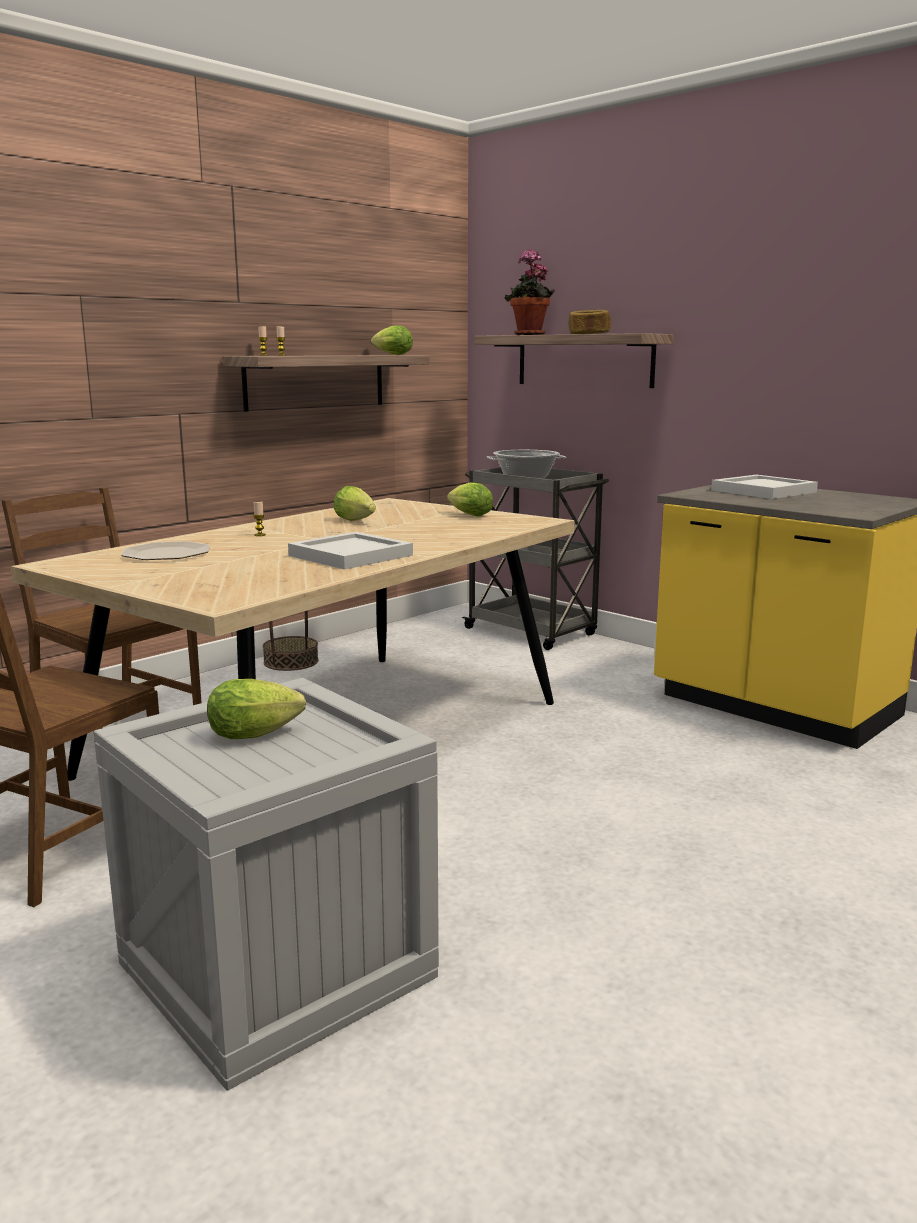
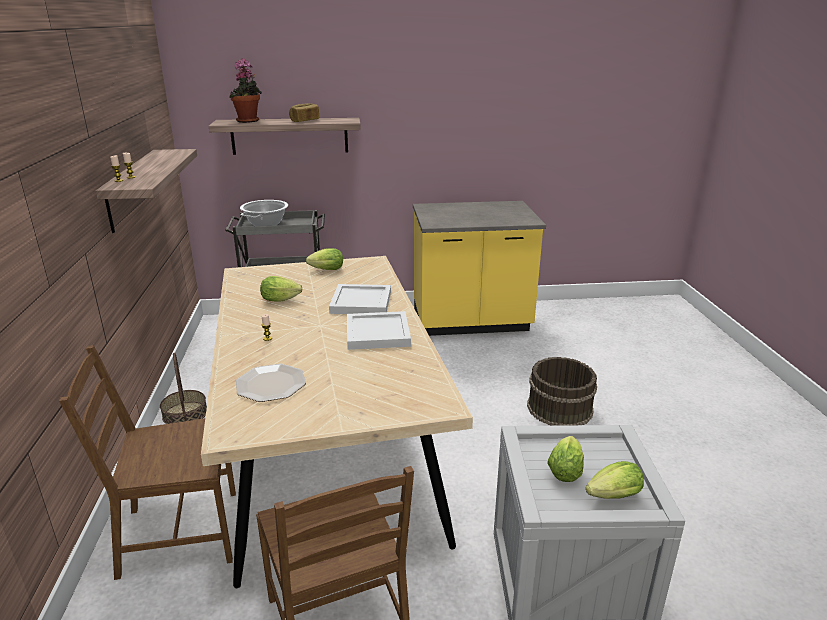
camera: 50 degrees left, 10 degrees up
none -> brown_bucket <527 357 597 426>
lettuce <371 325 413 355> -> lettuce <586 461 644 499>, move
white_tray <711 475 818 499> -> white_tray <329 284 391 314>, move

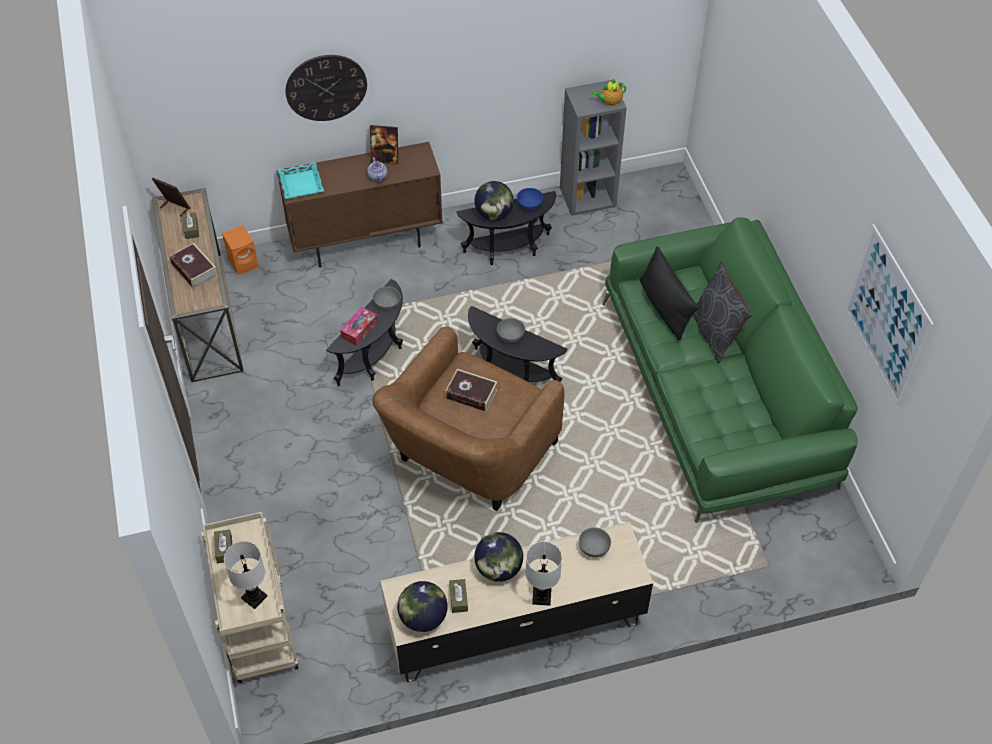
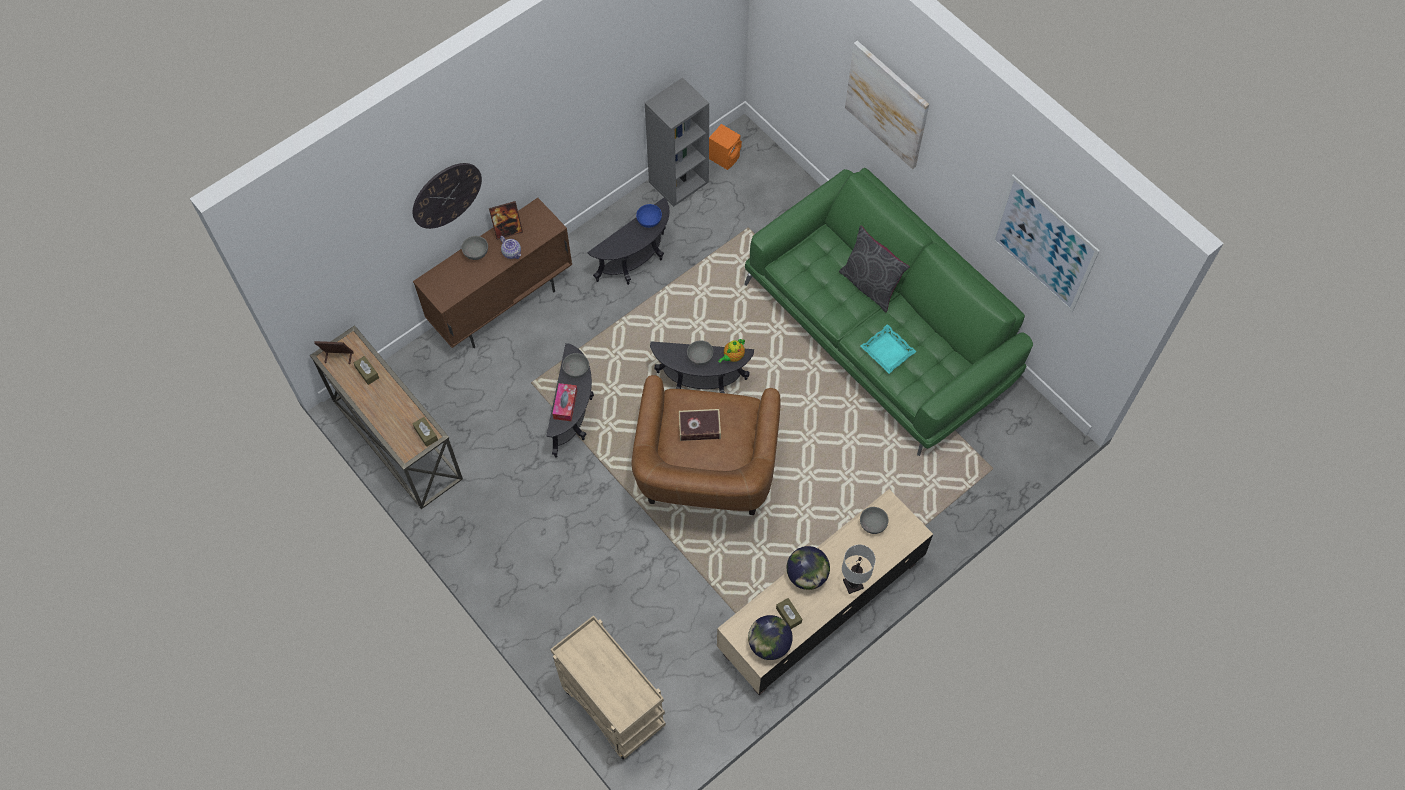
camera: 25 degrees left, 10 degrees up
book <170 243 218 289> -> none
white_table_lamp <224 541 267 609> -> none
globe <474 181 514 221> -> none
black_pillow <639 246 699 340> -> none
none -> grey_bowl <462 236 488 260>
none -> picture <845 41 929 169>
brown_tissue_box <214 530 232 563> -> brown_tissue_box <413 417 438 447>, move
orange_speaker <222 225 259 275> -> orange_speaker <709 124 742 170>, move
turquoise_tray <278 162 324 199> -> turquoise_tray <860 324 917 374>, move
teapot <592 79 626 106> -> teapot <718 339 745 363>, move

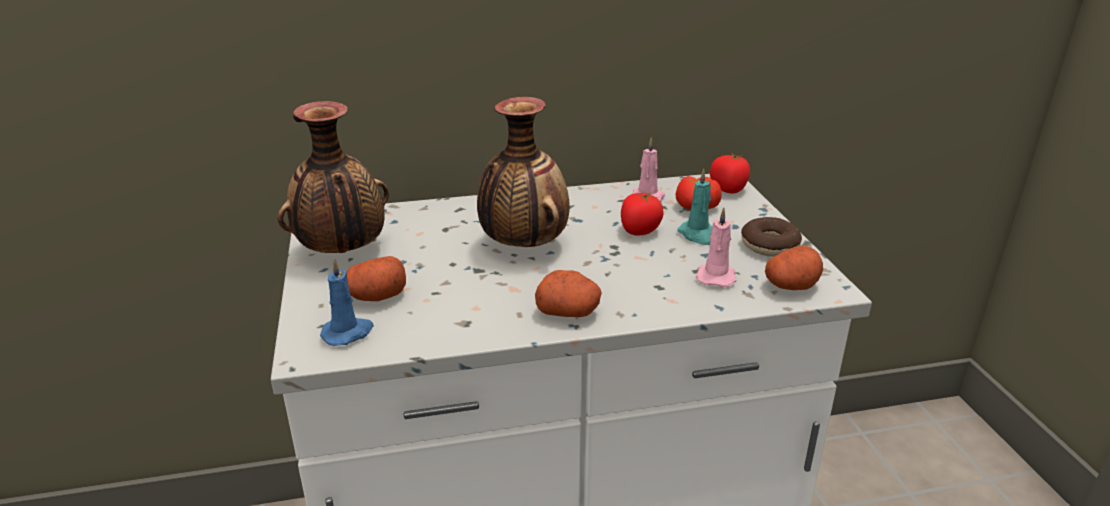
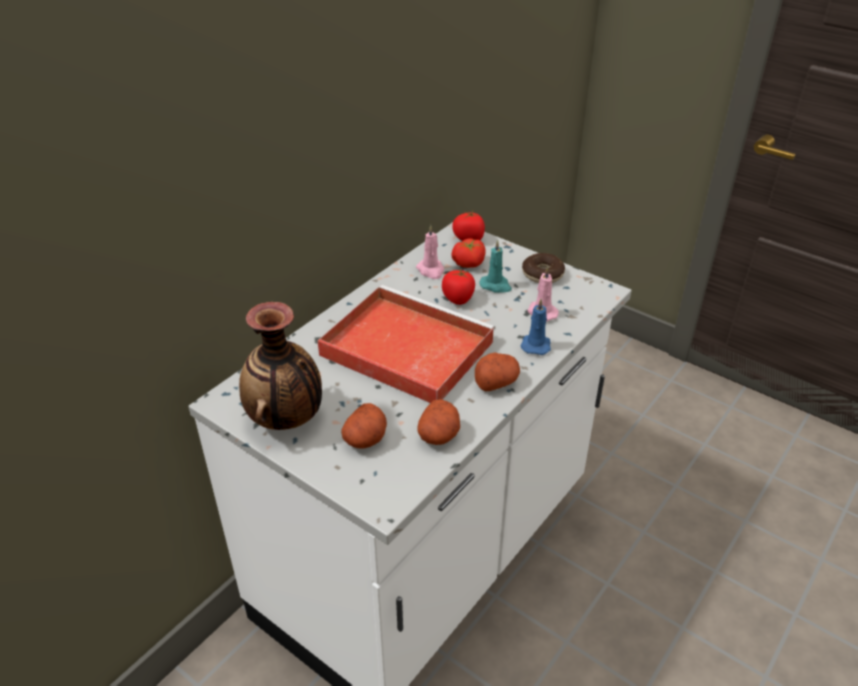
camera: 40 degrees left, 10 degrees up
blue_candle <320 258 374 346> -> blue_candle <521 299 551 355>, move
potato <765 245 823 290> -> potato <417 399 460 445>, move
vase <477 97 570 247> -> red_tray <318 285 496 403>

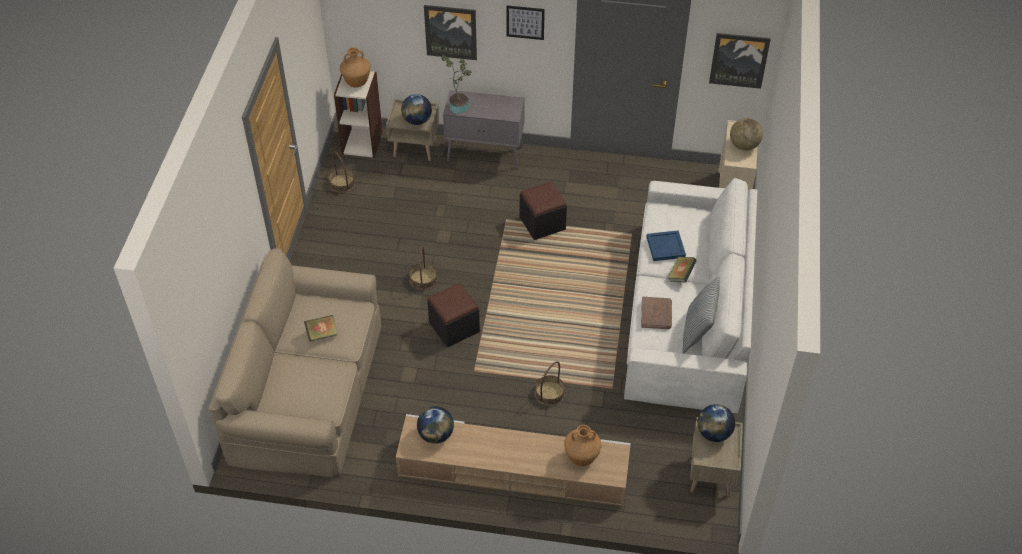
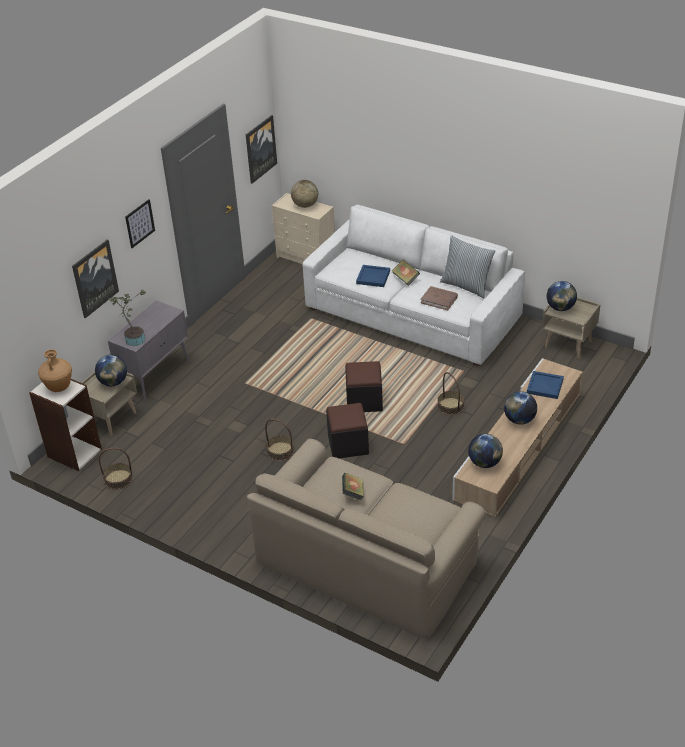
camera: 65 degrees left, 10 degrees down
none -> globe <504 391 537 424>
black_ottoman <520 182 567 240> -> black_ottoman <345 361 383 412>, move
brown_vase <564 425 602 466> -> blue_tray <527 371 564 399>

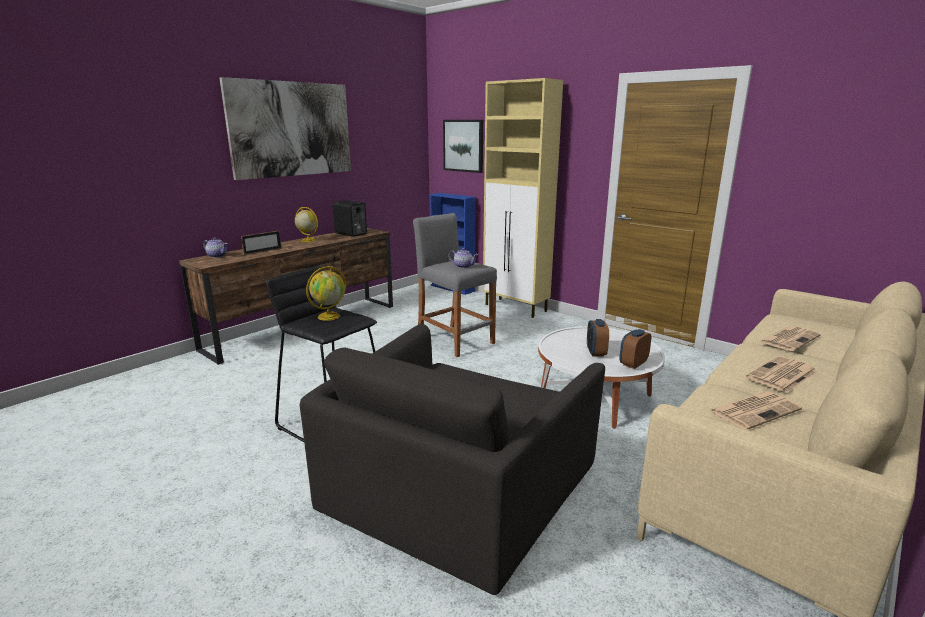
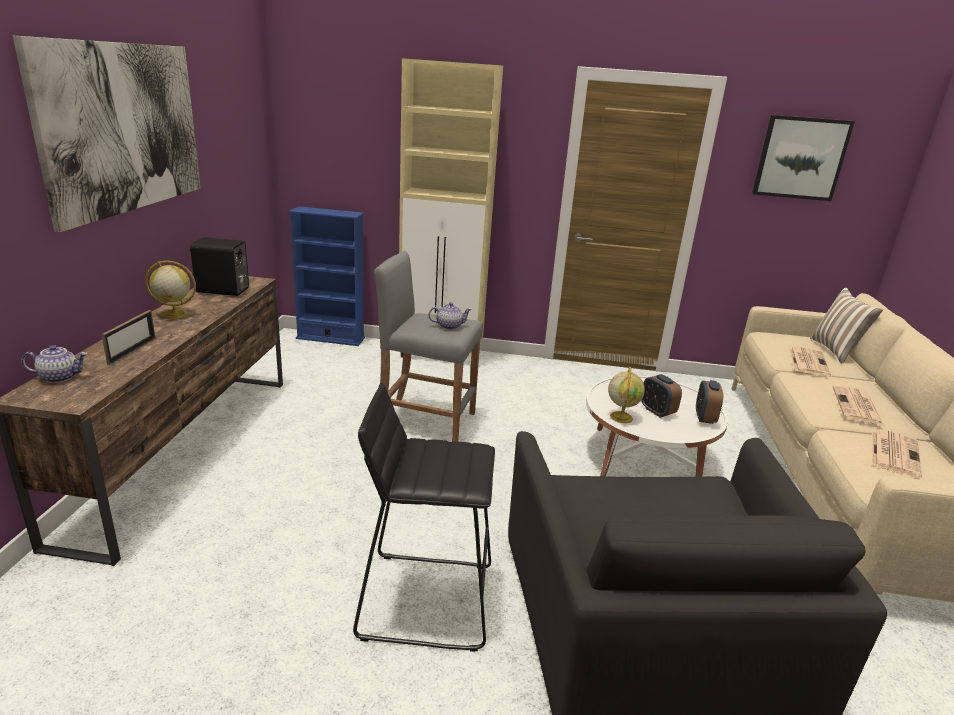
camera: 35 degrees left, 5 degrees up
none -> pillow <810 288 883 364>
globe <306 266 346 321> -> globe <608 367 645 423>, move
picture <443 120 483 173> -> picture <752 115 855 201>, move

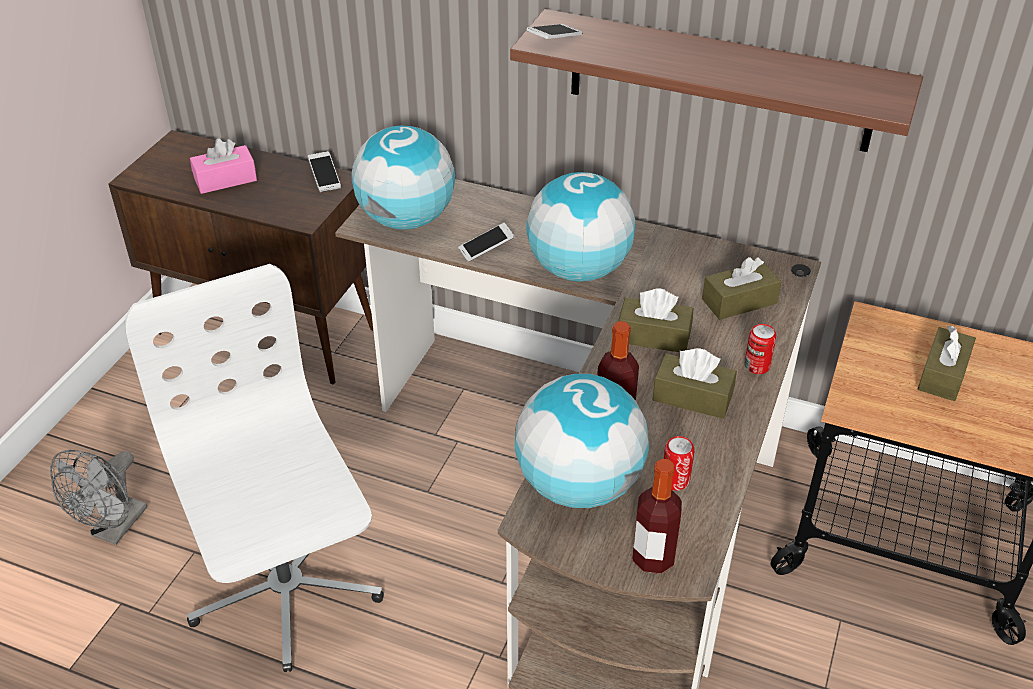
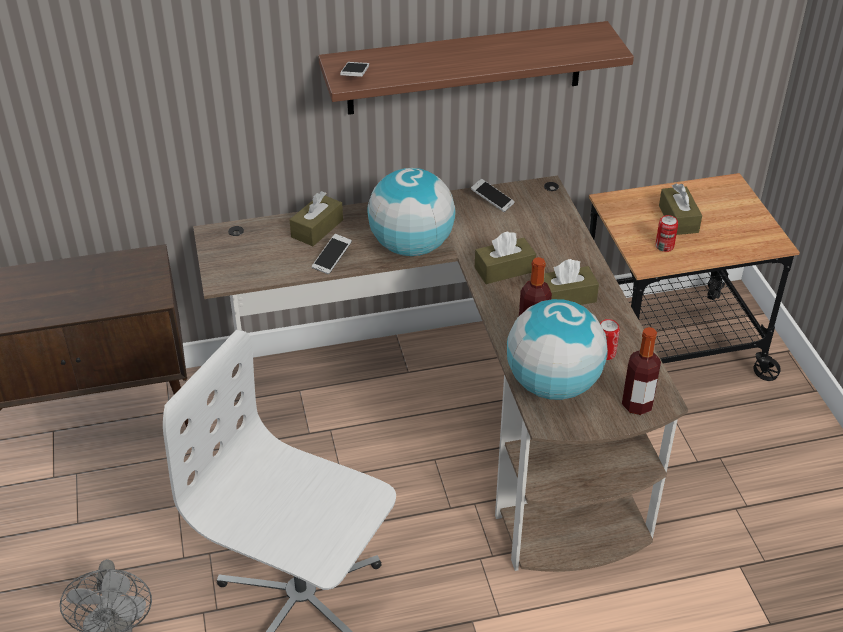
camera: 35 degrees left, 0 degrees up
pink_tissue_box <190 139 257 194> -> none
globe <352 126 455 230> -> none
phone <308 151 341 192> -> phone <471 179 515 212>, move
brown_tissue_box <702 257 782 320> -> brown_tissue_box <289 191 343 246>, move
can <745 324 776 374> -> can <656 215 678 252>, move

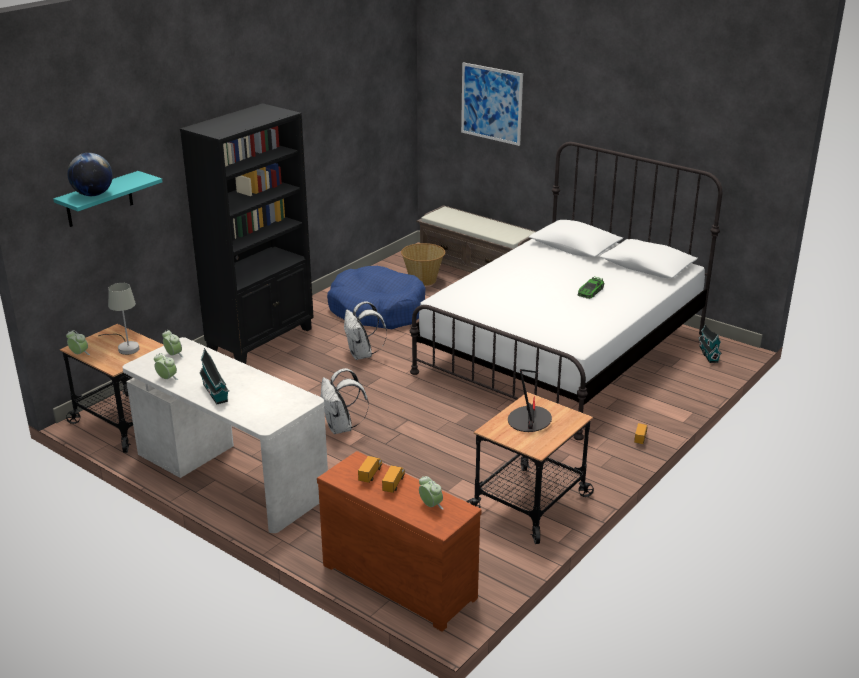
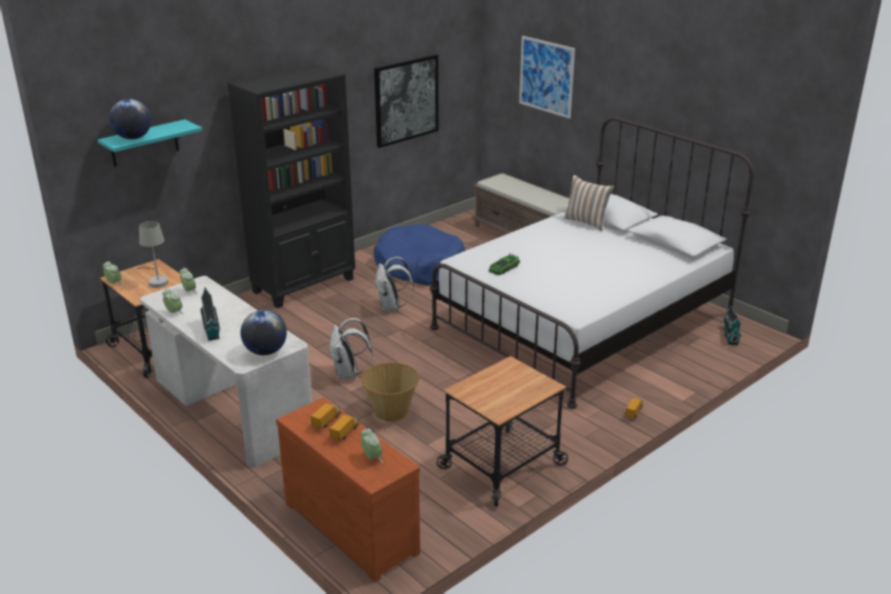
camera: 10 degrees right, 0 degrees up
table_lamp <508 369 552 432> -> none
none -> globe <240 310 287 355>
none -> picture <374 54 438 148>
none -> pillow <563 175 614 231>
basket <401 243 445 286> -> basket <361 362 419 422>, move
toy_car <578 276 604 299> -> toy_car <489 253 520 275>, move

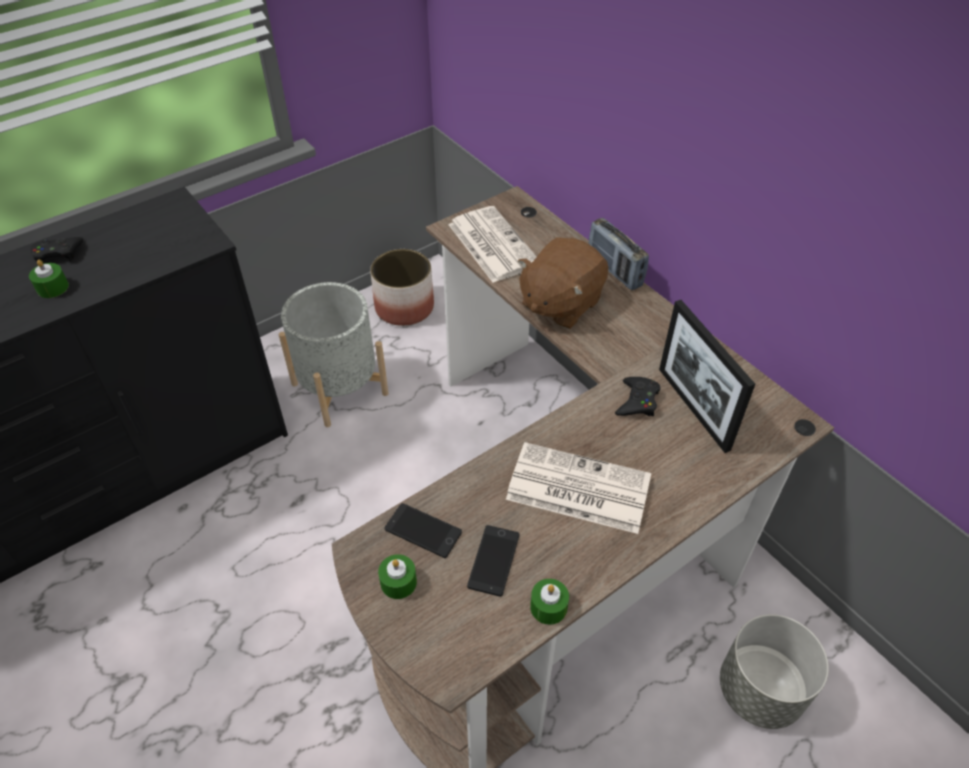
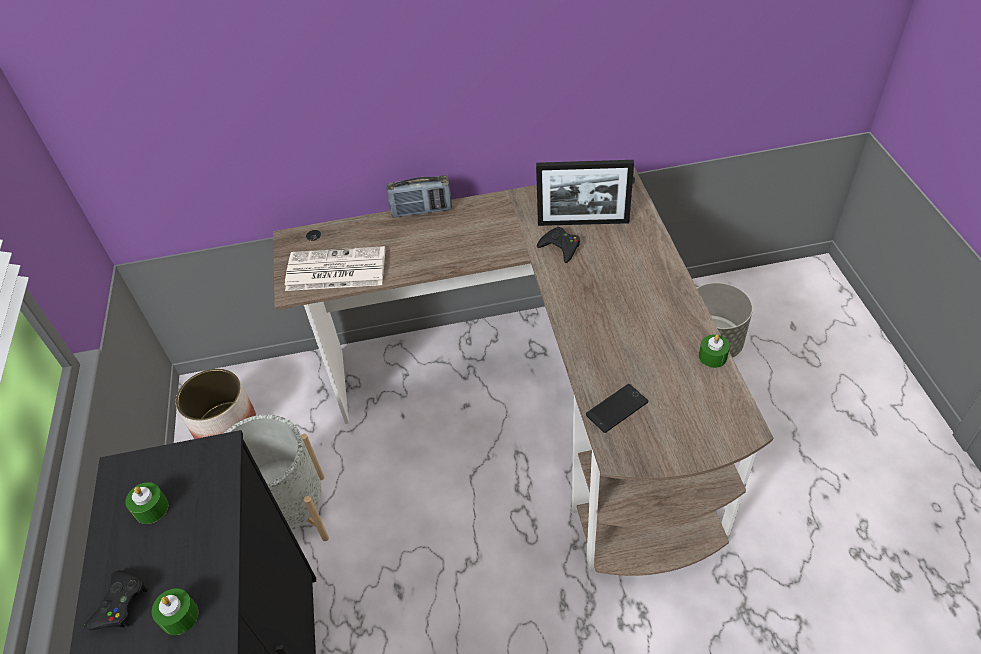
camera: 60 degrees left, 0 degrees up
phone <467 525 520 596> -> none
newspaper <506 442 651 534> -> none
brown_plush_toy <518 237 608 329> -> none
green_candle <378 554 417 599> -> green_candle <125 482 169 524>, move

